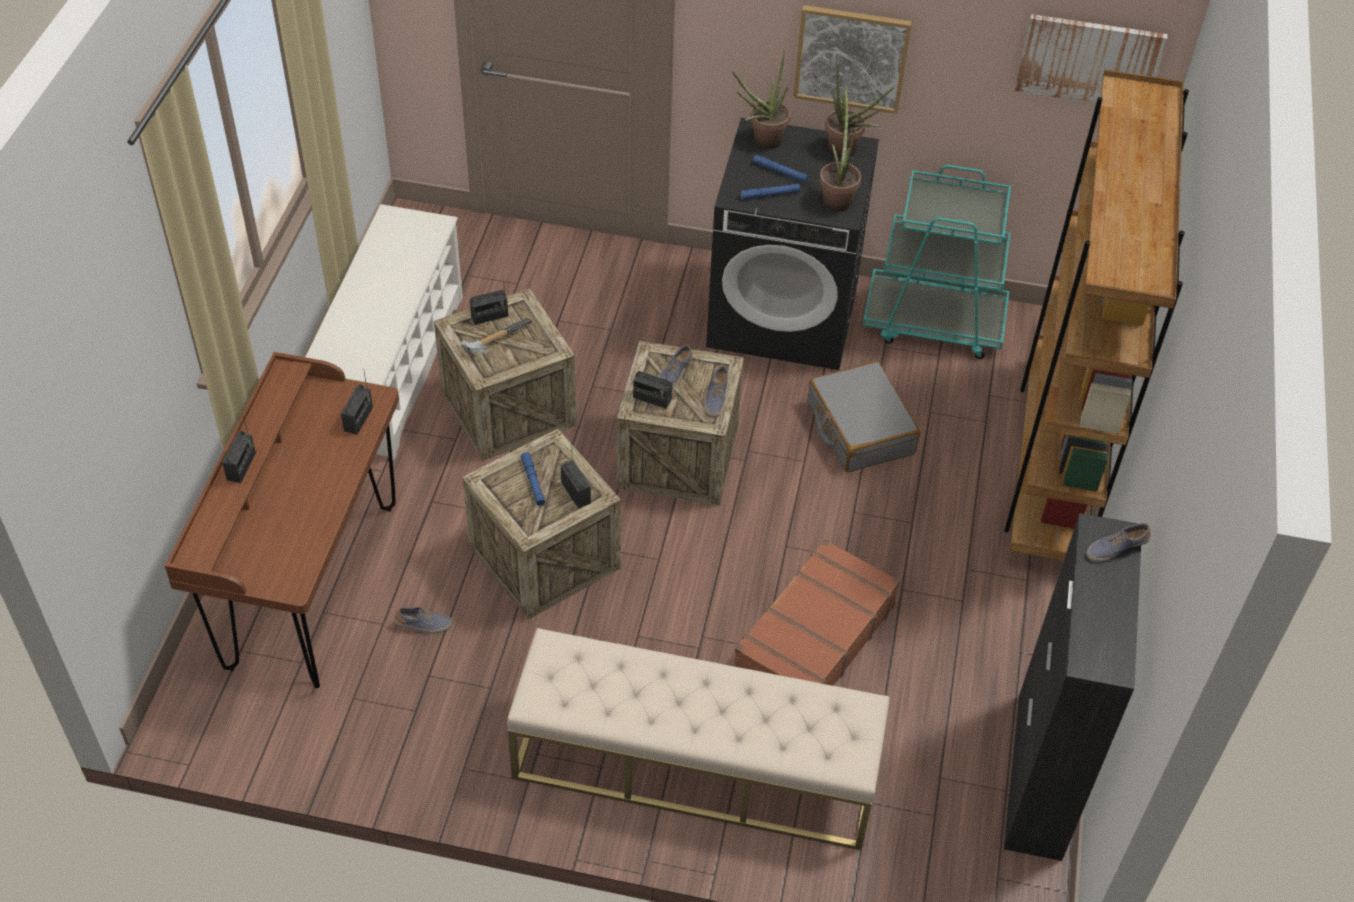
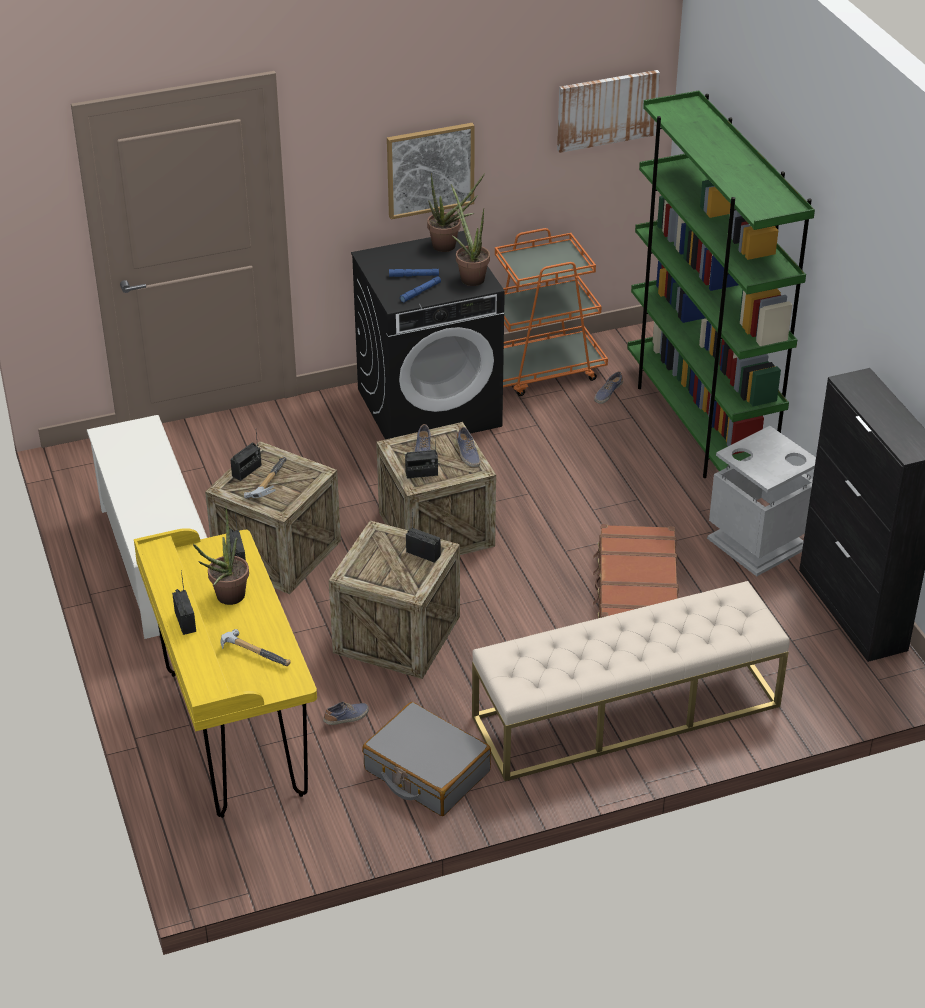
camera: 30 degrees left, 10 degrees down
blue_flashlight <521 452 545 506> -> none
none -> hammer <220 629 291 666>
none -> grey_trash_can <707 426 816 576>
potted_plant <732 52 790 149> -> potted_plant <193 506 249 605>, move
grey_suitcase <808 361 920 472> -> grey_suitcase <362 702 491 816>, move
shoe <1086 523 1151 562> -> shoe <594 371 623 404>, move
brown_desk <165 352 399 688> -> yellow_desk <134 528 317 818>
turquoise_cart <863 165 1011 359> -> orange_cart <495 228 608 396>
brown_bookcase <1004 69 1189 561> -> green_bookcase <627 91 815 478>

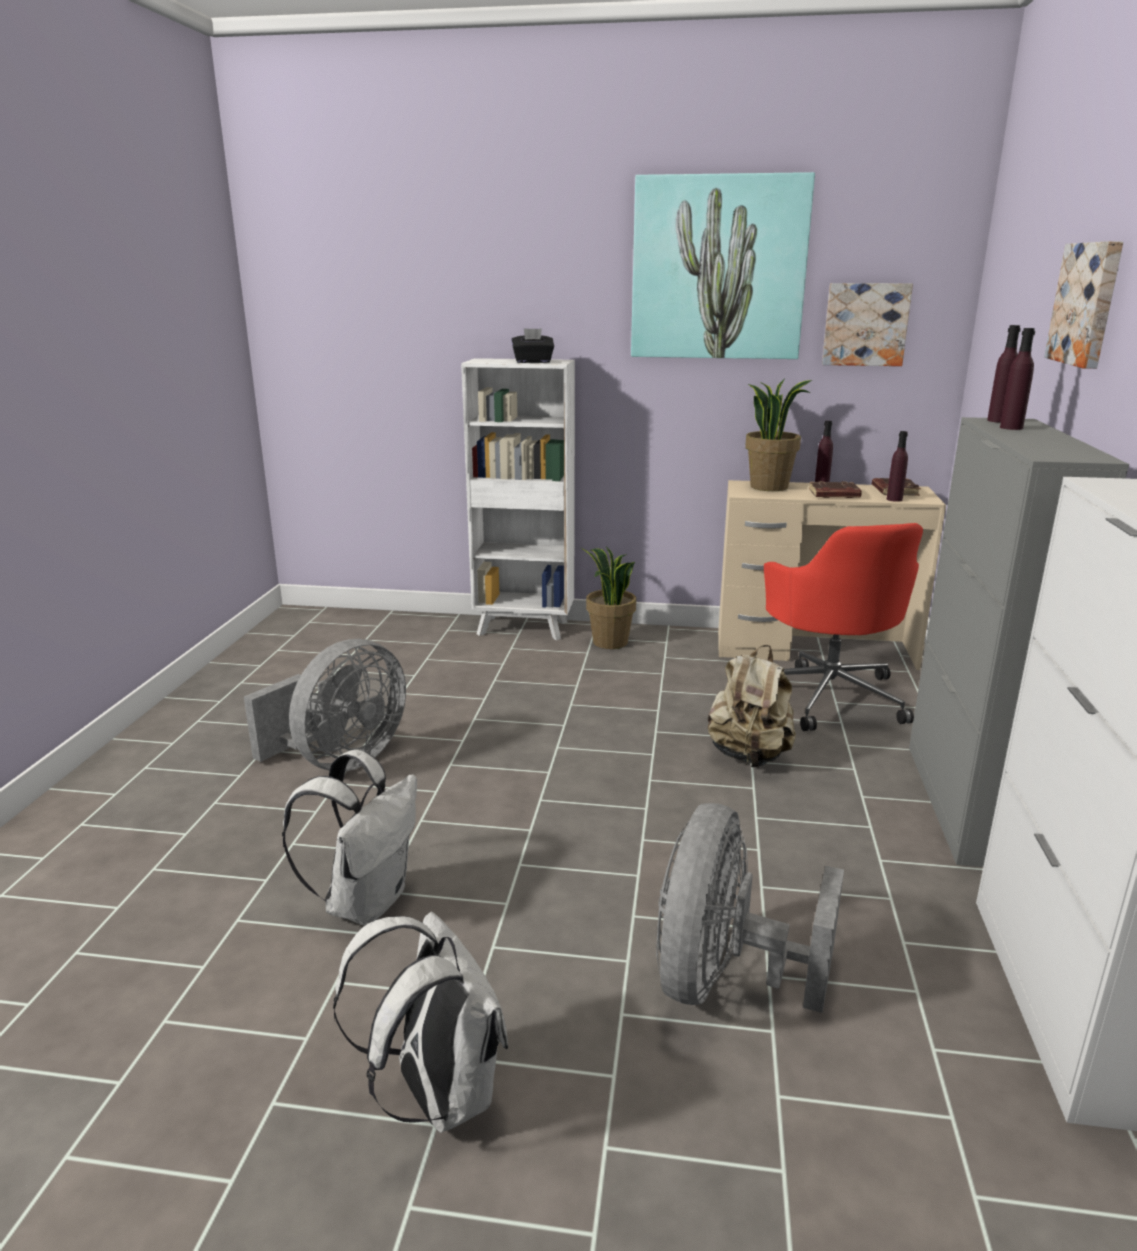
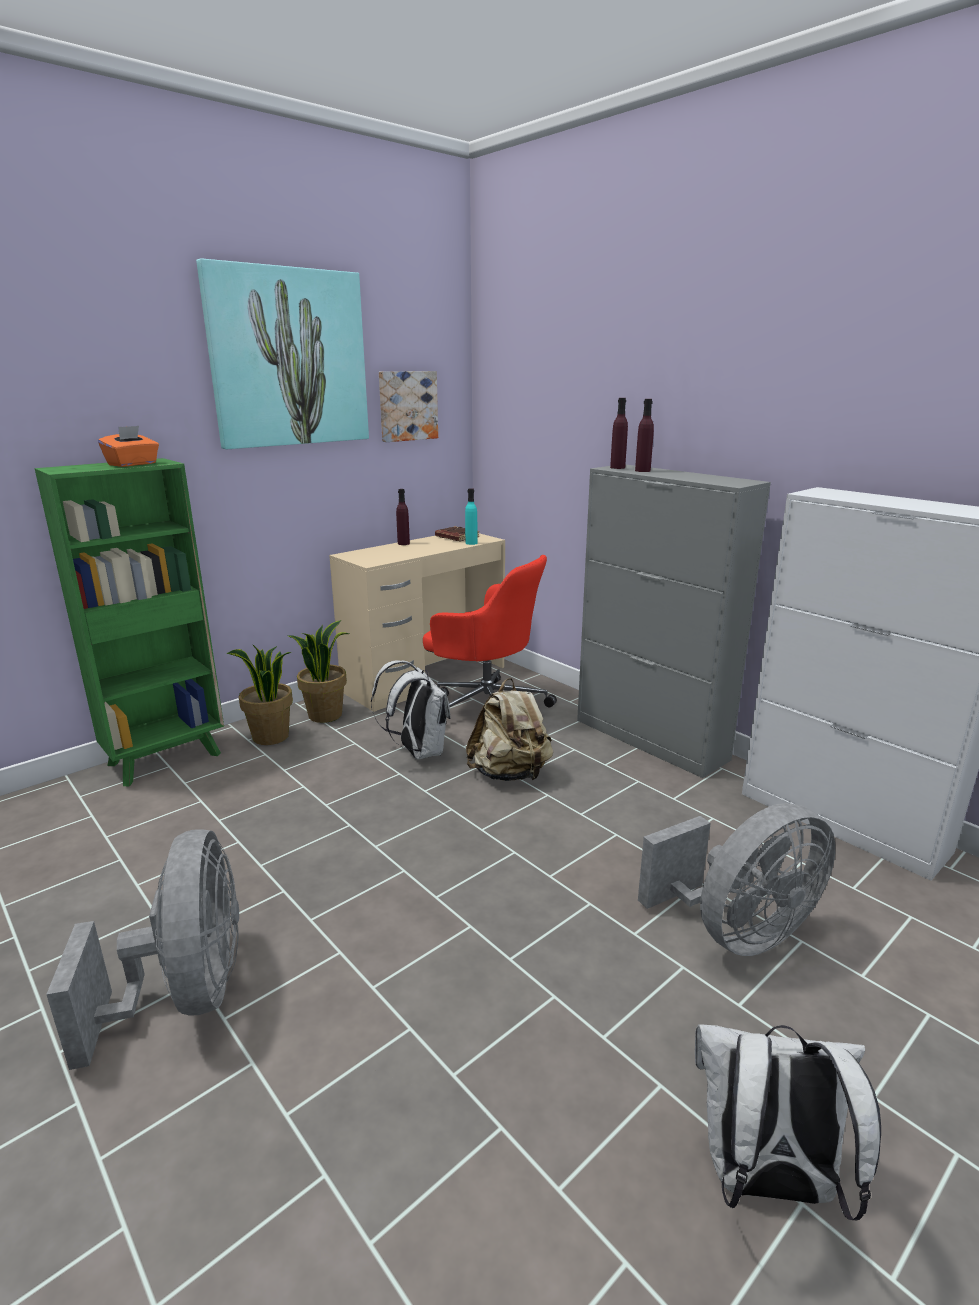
camera: 50 degrees left, 0 degrees up
brown_book <809 481 862 498> -> none
picture <1044 241 1123 369> -> none
white_backpack <282 749 417 925> -> white_backpack <371 660 451 760>, move
potted_plant <745 377 812 491> -> potted_plant <287 620 349 723>, move
white_bookcase <461 358 575 640> -> green_bookcase <34 458 224 786>
black_tissue_box <511 328 554 363> -> orange_tissue_box <98 426 159 467>
purple_bottle <887 431 908 502> -> turquoise_bottle <465 488 477 545>
grey_fan <656 803 844 1013> -> grey_fan <638 803 835 956>, 90 degrees counterclockwise

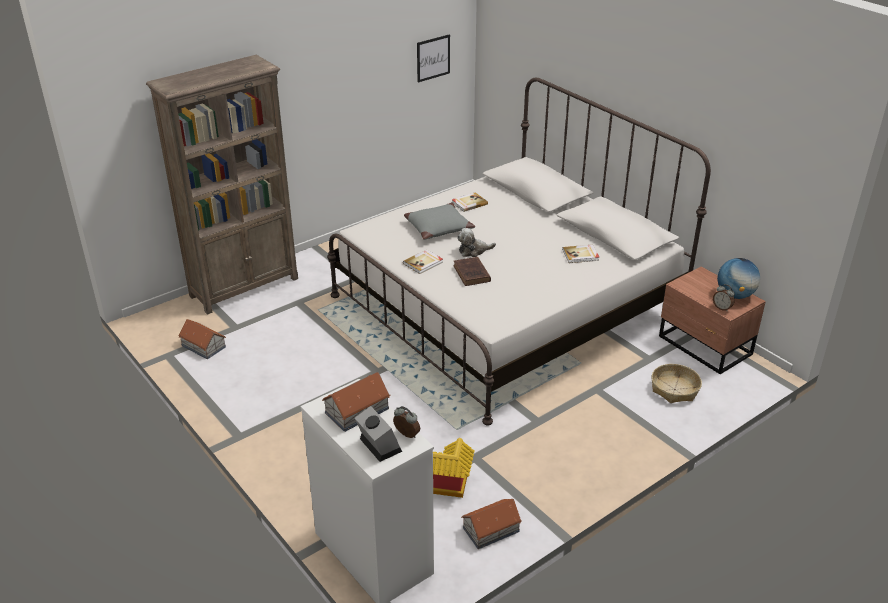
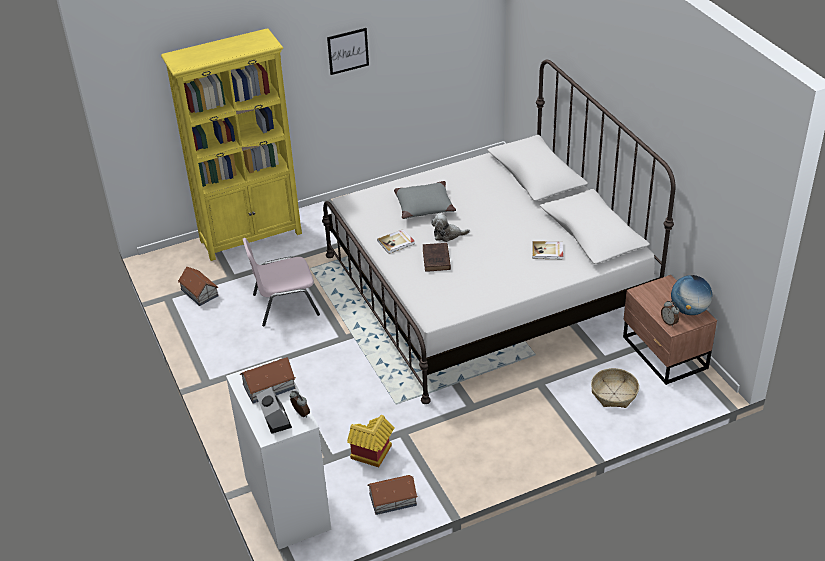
camera: 15 degrees right, 5 degrees up
book <452 192 488 212> -> none
none -> pink_chair <242 238 320 326>
picture <417 34 450 82> -> picture <327 28 369 75>, move
brown_bookcase <146 55 298 315> -> yellow_bookcase <161 28 302 261>

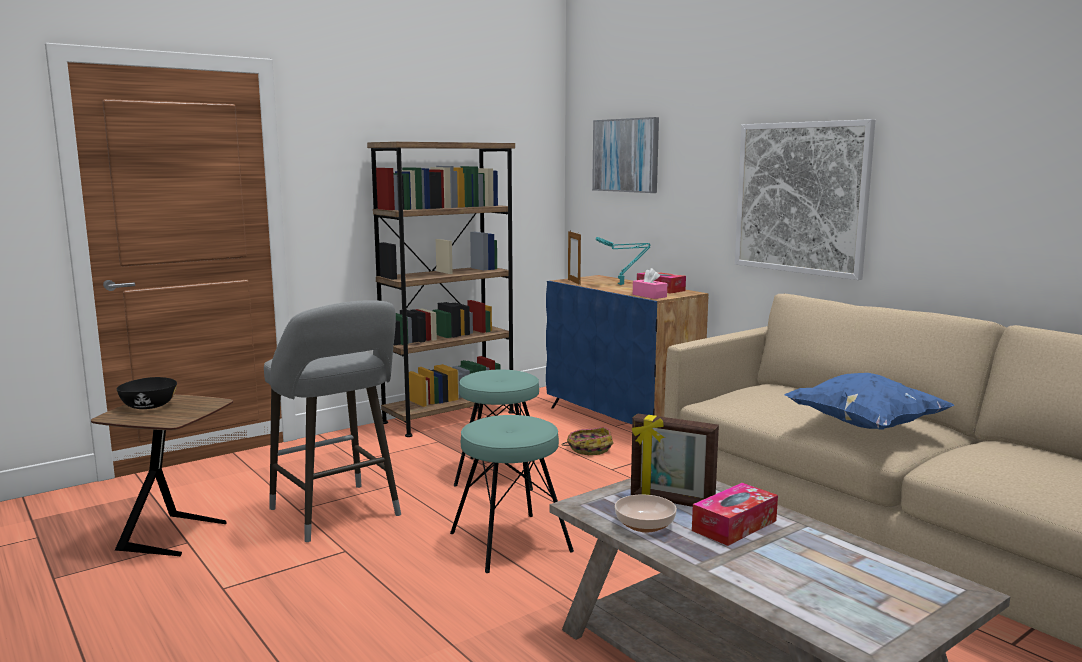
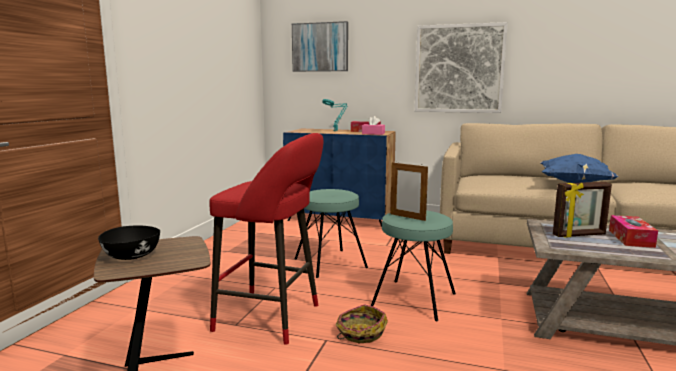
camera: 35 degrees left, 0 degrees up
brown_bookcase <367 142 515 437> -> none
bowl <615 495 677 532> -> none
basket <562 427 613 455> -> basket <336 304 388 343>, move
picture_frame <568 231 581 285> -> picture_frame <390 161 428 221>, move
grey_stool <264 300 401 542> -> red_stool <209 133 323 345>

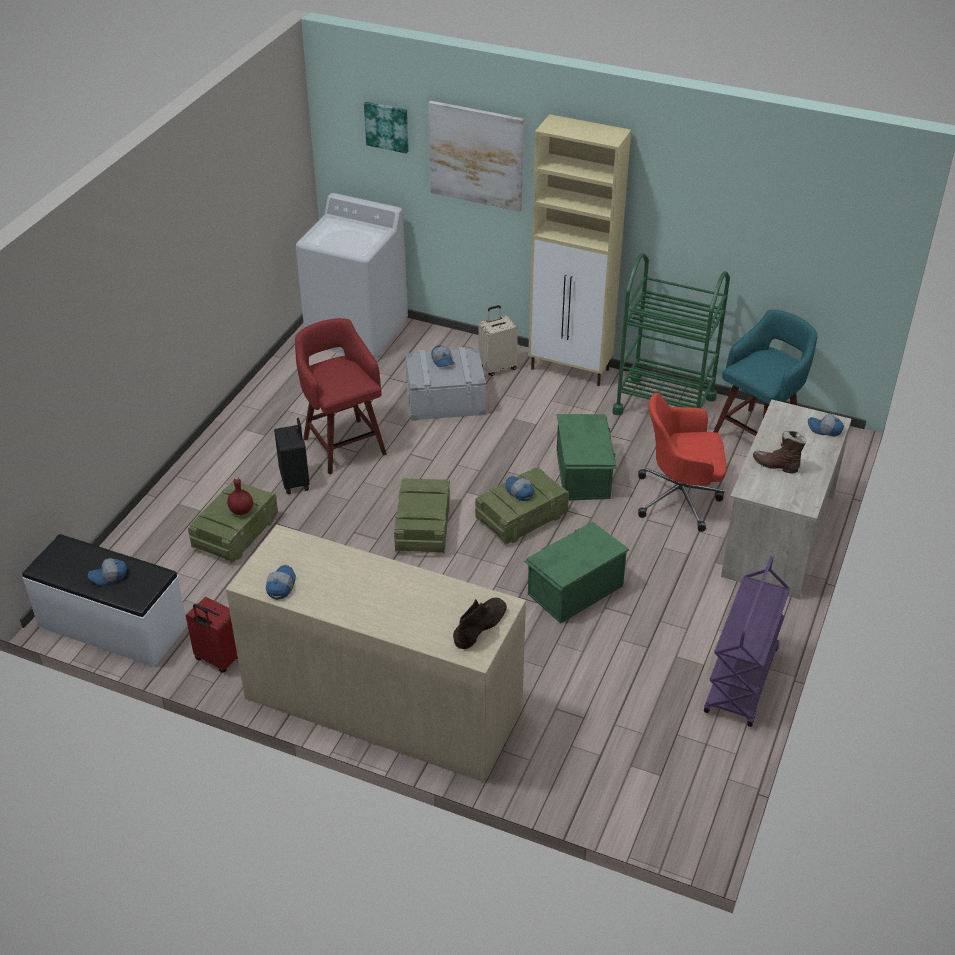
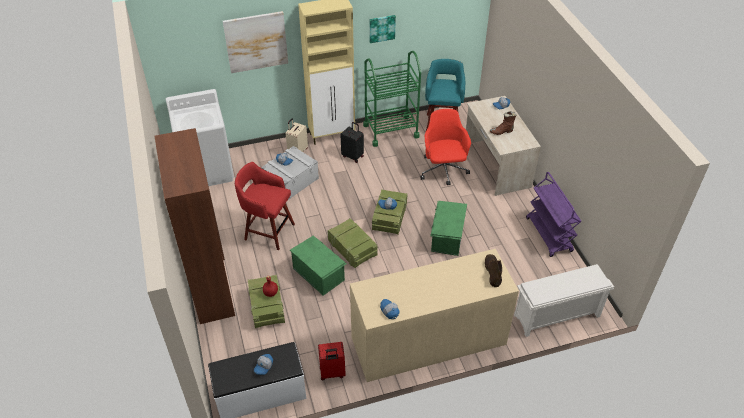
camera: 40 degrees left, 5 degrees up
none -> brown_bookcase <154 128 235 324>
none -> white_shoe_rack <514 264 614 337>
black_suitcase <274 418 310 494> -> black_suitcase <340 122 364 163>, move
picture <364 102 409 154> -> picture <369 15 396 43>, move
green_storage_box <557 414 617 500> -> green_storage_box <290 235 346 296>, move
red_office_chair <638 393 727 532> -> red_office_chair <420 109 471 185>, 120 degrees clockwise

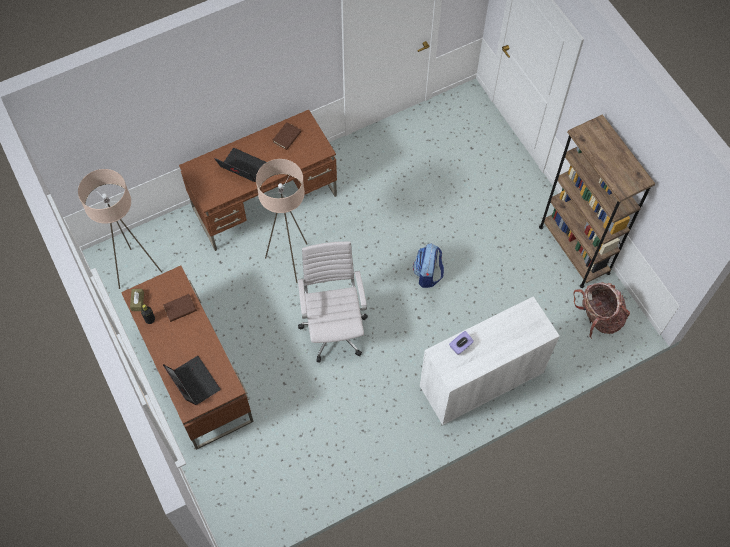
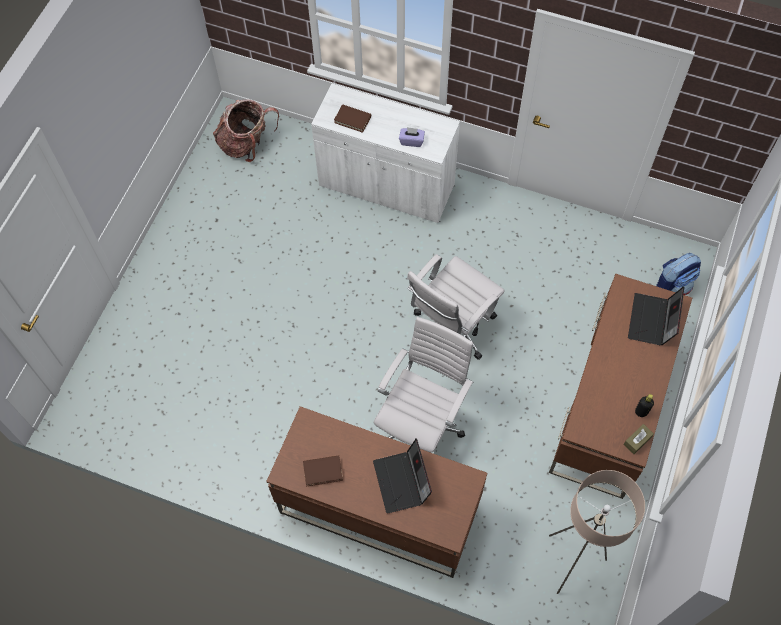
camera: 130 degrees left, 0 degrees up
brown_bookcase <539 114 655 288> -> none
brown_book <163 294 197 322> -> brown_book <334 104 371 133>, move
backpack <413 243 444 288> -> backpack <656 253 701 295>, move
beige_floor_lamp <256 159 307 283> -> white_office_chair <374 317 473 453>

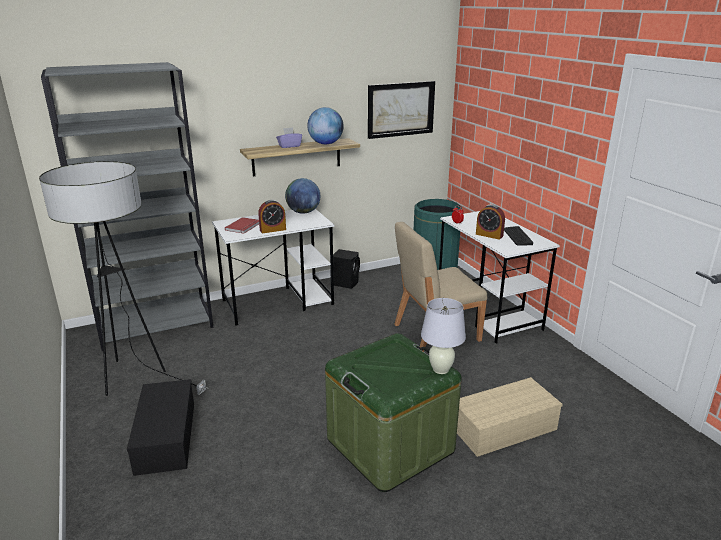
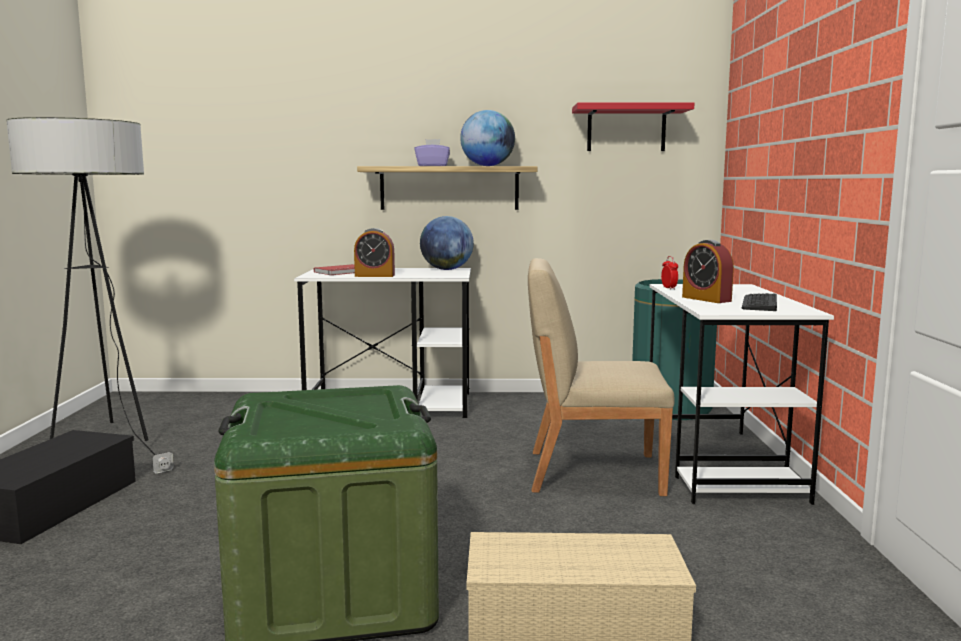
camera: 25 degrees right, 15 degrees down
grey_bookcase <41 62 213 351> -> none
black_speaker <333 249 360 289> -> none
white_table_lamp <421 298 466 374> -> none
picture <368 81 435 139> -> red_shelf <572 102 694 151>

